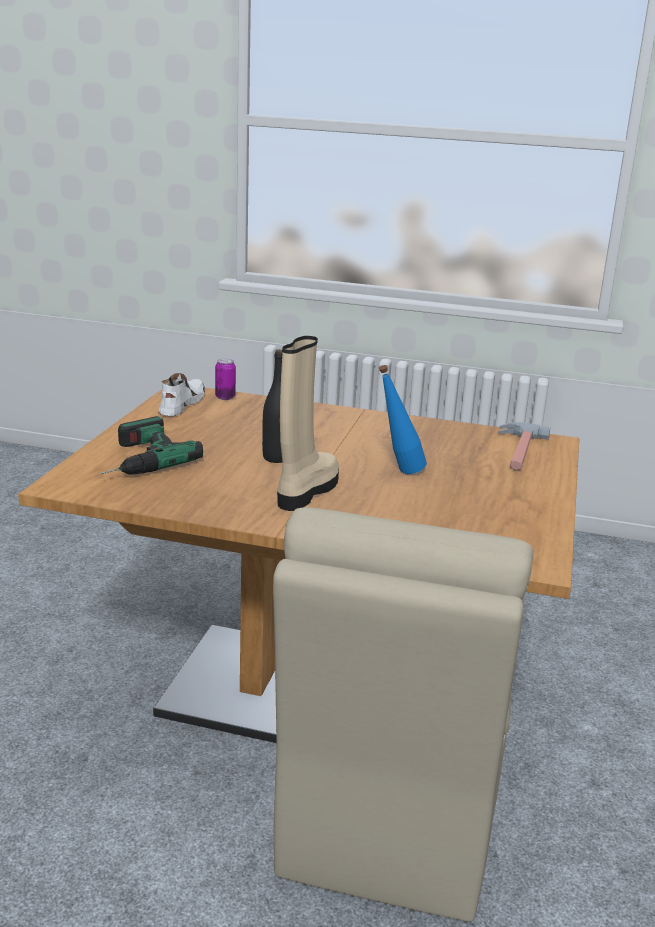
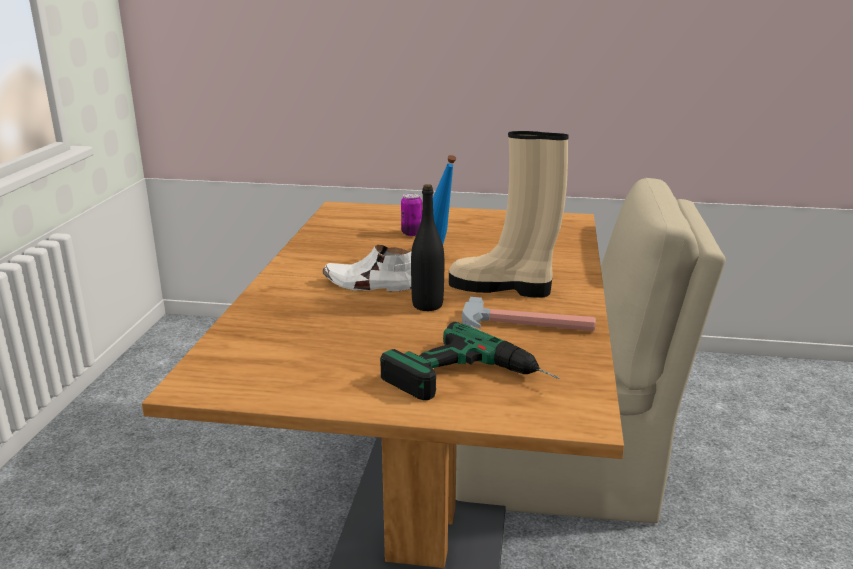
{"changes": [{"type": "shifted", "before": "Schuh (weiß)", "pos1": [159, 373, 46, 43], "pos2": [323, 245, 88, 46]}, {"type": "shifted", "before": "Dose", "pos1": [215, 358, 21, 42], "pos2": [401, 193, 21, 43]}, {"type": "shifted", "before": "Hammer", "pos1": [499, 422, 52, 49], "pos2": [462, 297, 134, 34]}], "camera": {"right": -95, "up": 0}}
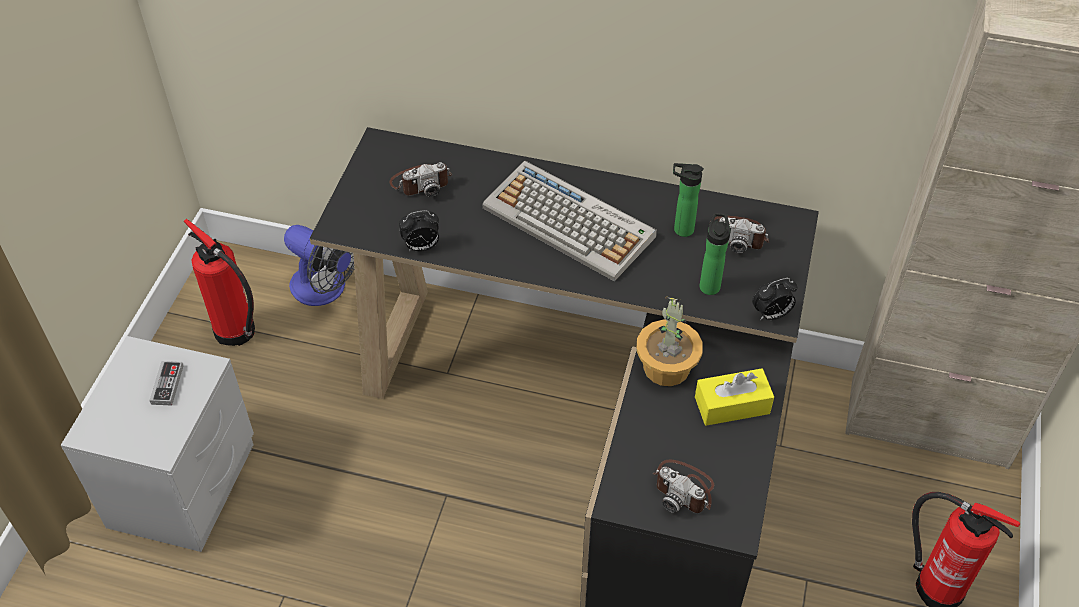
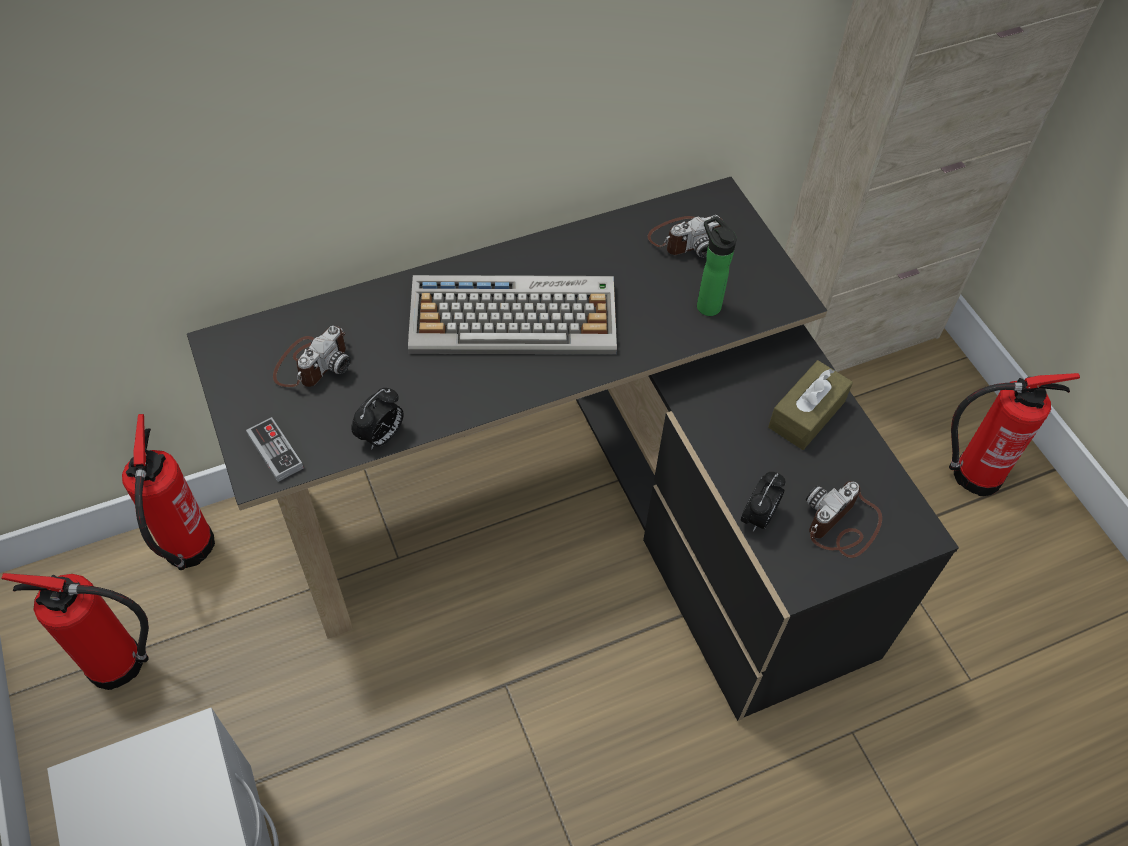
{"changes": [{"type": "shifted", "before": "Gamepad", "pos1": [149, 361, 34, 45], "pos2": [246, 417, 58, 65]}, {"type": "swapped", "before": "Ventilator", "after": "Feuerlöscher", "pos1": [284, 225, 70, 81], "pos2": [122, 414, 93, 156]}, {"type": "gone", "before": "Topfpflanze", "pos1": [636, 296, 67, 90]}, {"type": "rotated", "before": "Kamera", "pos1": [653, 460, 61, 53], "pos2": [806, 481, 76, 77], "turn": 135}, {"type": "gone", "before": "Flasche", "pos1": [673, 163, 31, 74]}, {"type": "repainted", "before": "Taschentuchbox (gelb)", "after": "Taschentuchbox (braun)", "pos1": [695, 368, 79, 58], "pos2": [768, 360, 85, 90]}, {"type": "shifted", "before": "Wecker", "pos1": [752, 278, 45, 42], "pos2": [741, 472, 45, 60]}], "camera": {"right": -40, "up": 5}}
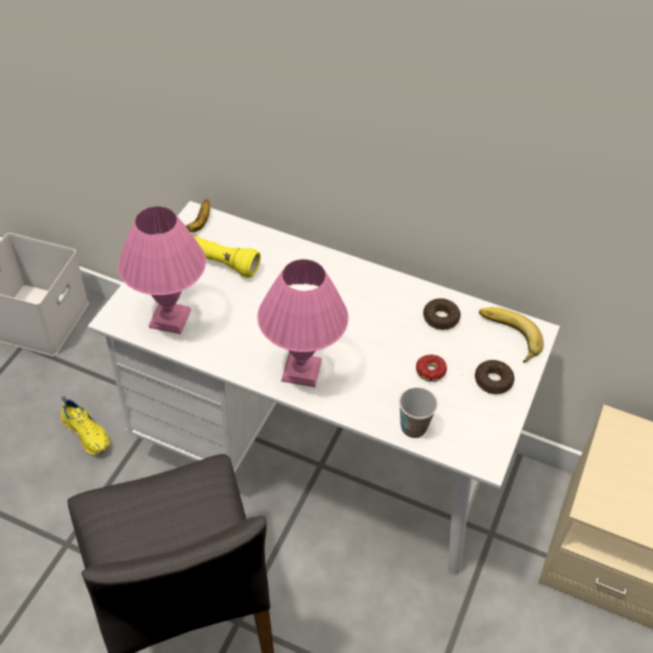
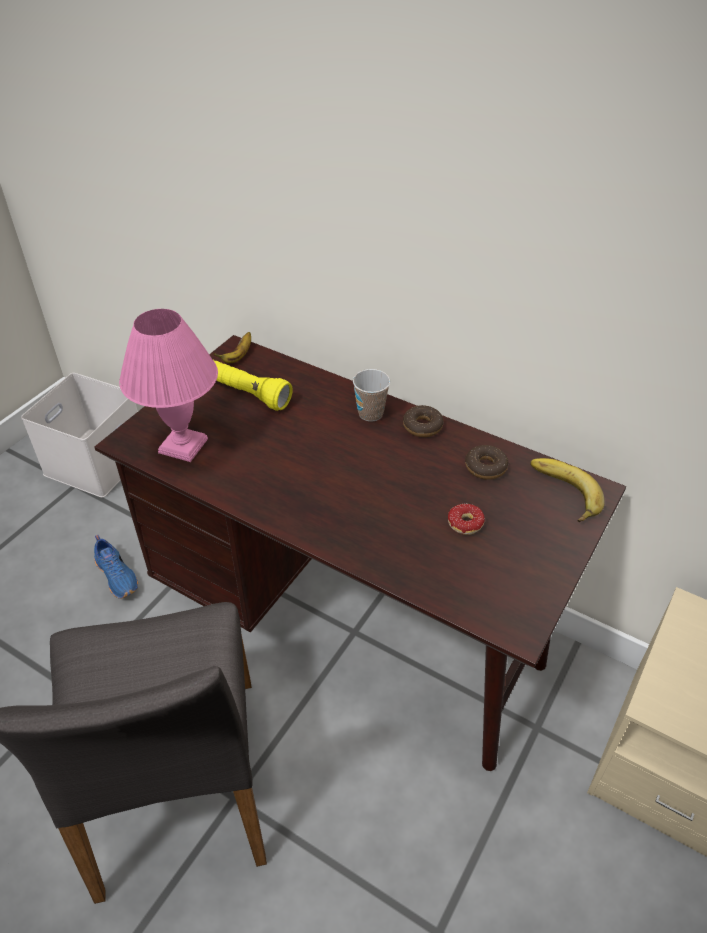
{"changes": [{"type": "repainted", "before": "Schuh (gelb)", "after": "Schuh (blau)", "pos1": [61, 396, 49, 59], "pos2": [94, 535, 44, 64]}, {"type": "repainted", "before": "Schreibtisch (weiß)", "after": "Schreibtisch (braun)", "pos1": [88, 201, 472, 373], "pos2": [95, 335, 531, 436]}, {"type": "gone", "before": "Tischlampe (rosa)", "pos1": [257, 259, 91, 128]}, {"type": "shifted", "before": "Tasse", "pos1": [399, 387, 39, 51], "pos2": [353, 369, 37, 52]}, {"type": "shifted", "before": "Donut", "pos1": [475, 360, 39, 34], "pos2": [403, 405, 41, 32]}], "camera": {"right": 10, "up": -5}}
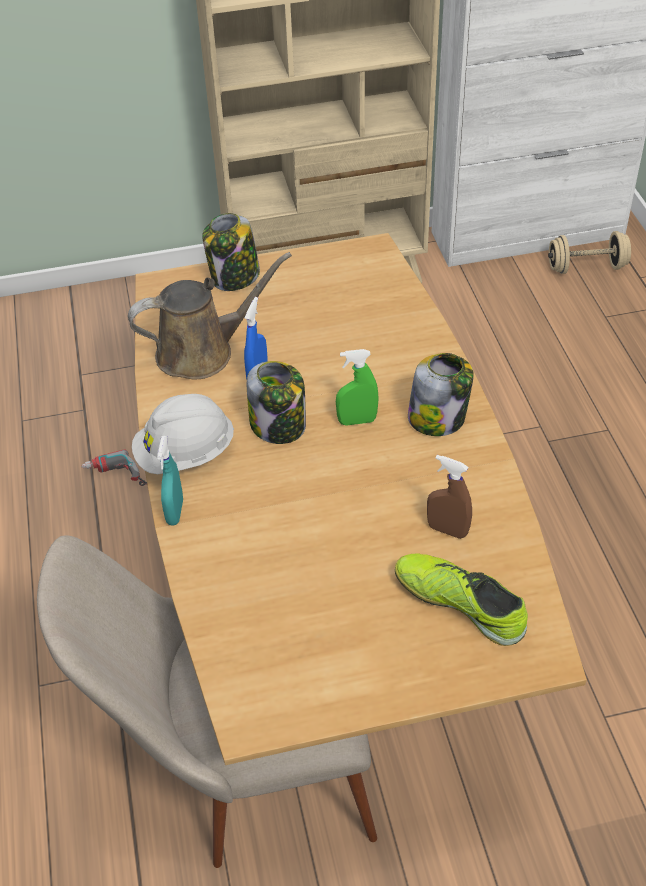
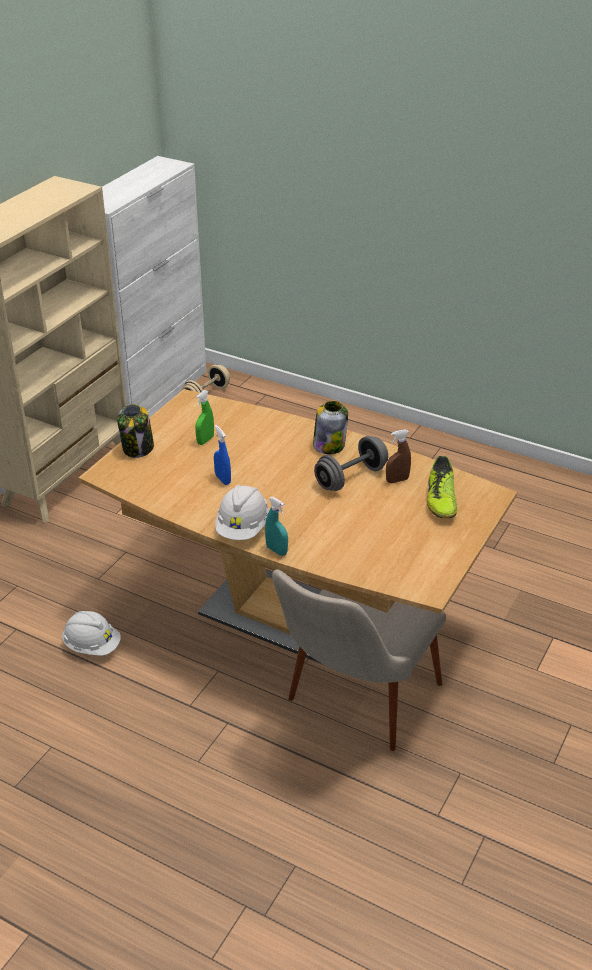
{"changes": [{"type": "swapped", "before": "Bohrmaschine", "after": "Schutzhelm (weiß)", "pos1": [81, 449, 66, 37], "pos2": [62, 611, 59, 45]}, {"type": "gone", "before": "Gießkanne (braun)", "pos1": [128, 252, 164, 127]}, {"type": "gone", "before": "Vorratsglas", "pos1": [247, 361, 59, 83]}, {"type": "shifted", "before": "Sprühflasche (grün)", "pos1": [336, 349, 43, 77], "pos2": [195, 390, 19, 55]}, {"type": "rotated", "before": "Schuh", "pos1": [395, 554, 133, 92], "pos2": [427, 456, 30, 63], "turn": -75}, {"type": "new", "after": "Hantel (grau)", "pos2": [314, 436, 74, 55]}], "camera": {"right": -50, "up": -10}}
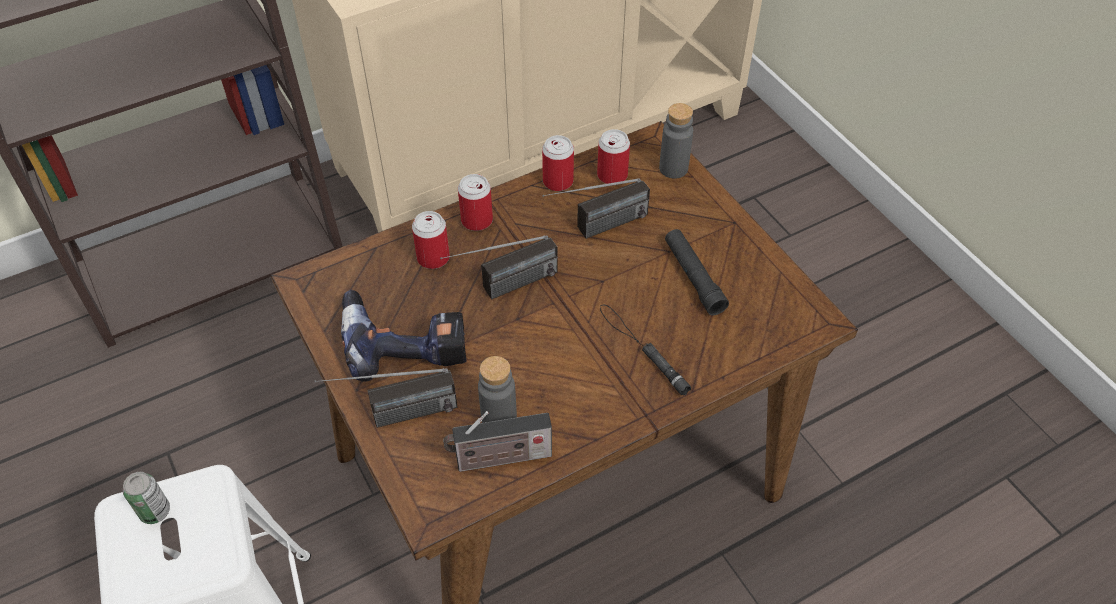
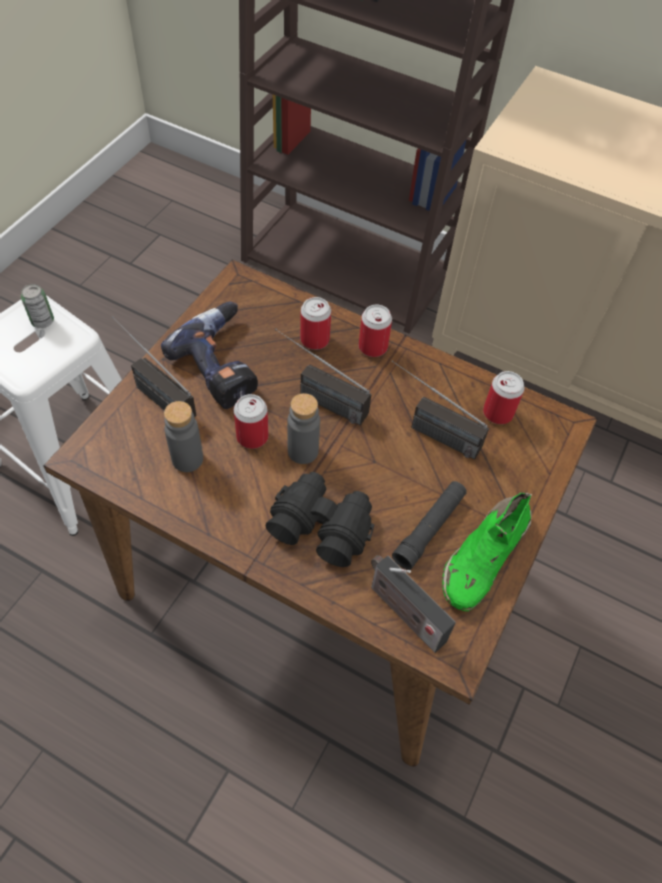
{"changes": [{"type": "shifted", "before": "Radio", "pos1": [443, 411, 109, 61], "pos2": [371, 555, 85, 98]}, {"type": "shifted", "before": "Dose", "pos1": [542, 135, 32, 56], "pos2": [234, 394, 35, 55]}, {"type": "swapped", "before": "Taschenlampe (schwarz)", "after": "Fernglas (schwarz)", "pos1": [600, 305, 91, 91], "pos2": [266, 472, 108, 95]}, {"type": "shifted", "before": "Flasche (grau)", "pos1": [659, 103, 34, 76], "pos2": [287, 393, 33, 71]}, {"type": "new", "after": "Schuh (grün)", "pos2": [442, 492, 90, 119]}], "camera": {"right": 55, "up": 5}}
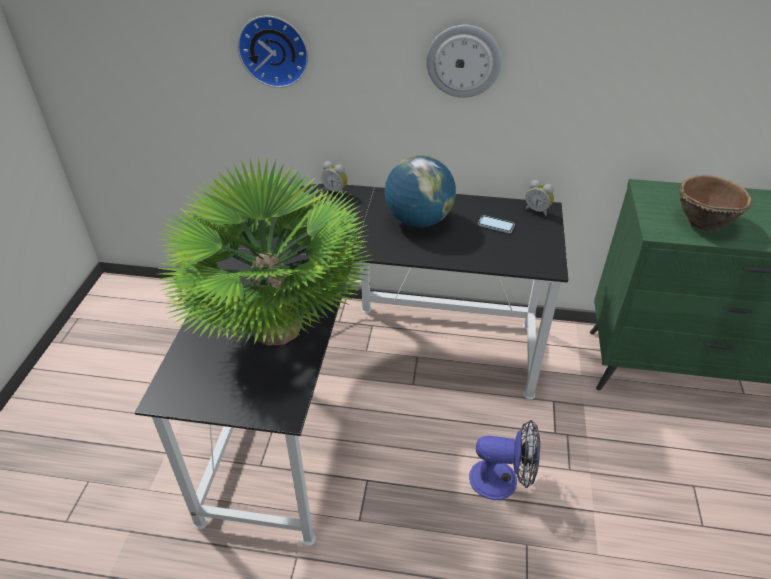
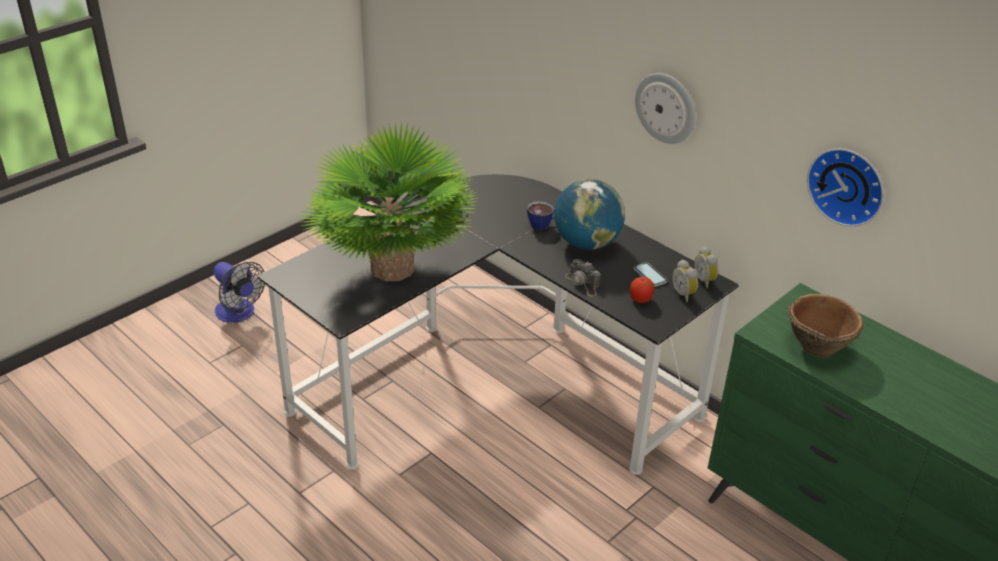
{"changes": [{"type": "shifted", "before": "Wanduhr", "pos1": [238, 16, 70, 72], "pos2": [807, 148, 77, 79]}, {"type": "shifted", "before": "Wecker", "pos1": [321, 161, 27, 34], "pos2": [672, 260, 26, 42]}, {"type": "shifted", "before": "Ventilator", "pos1": [469, 420, 71, 80], "pos2": [213, 262, 52, 61]}, {"type": "new", "after": "Tasse", "pos2": [527, 201, 28, 29]}, {"type": "new", "after": "Kamera", "pos2": [565, 259, 36, 38]}, {"type": "new", "after": "Apfel", "pos2": [630, 277, 24, 26]}], "camera": {"right": 35, "up": -5}}
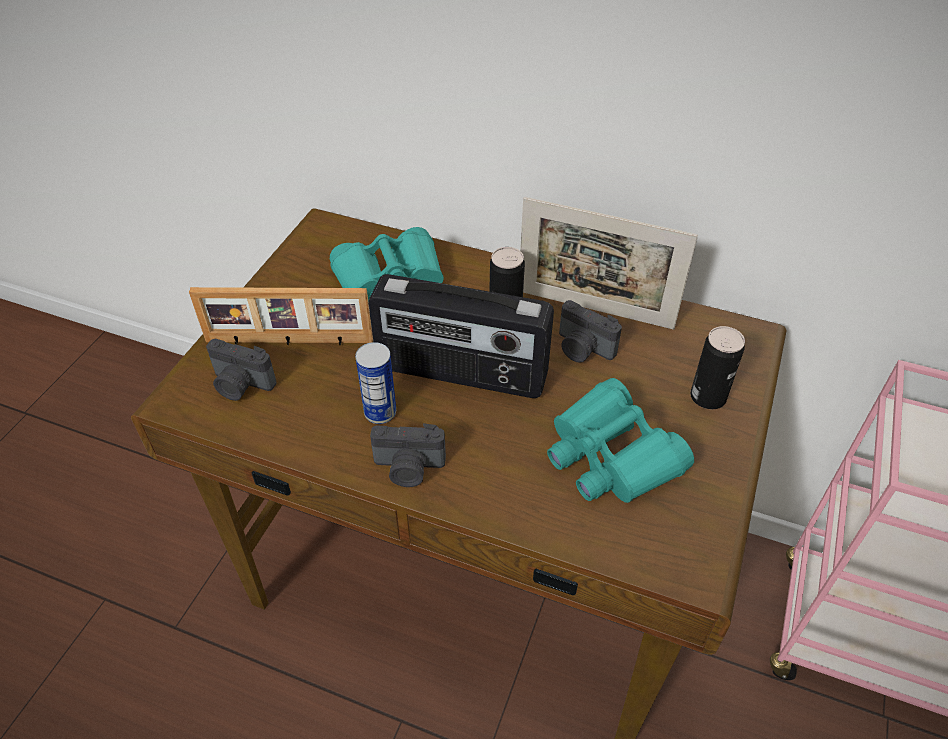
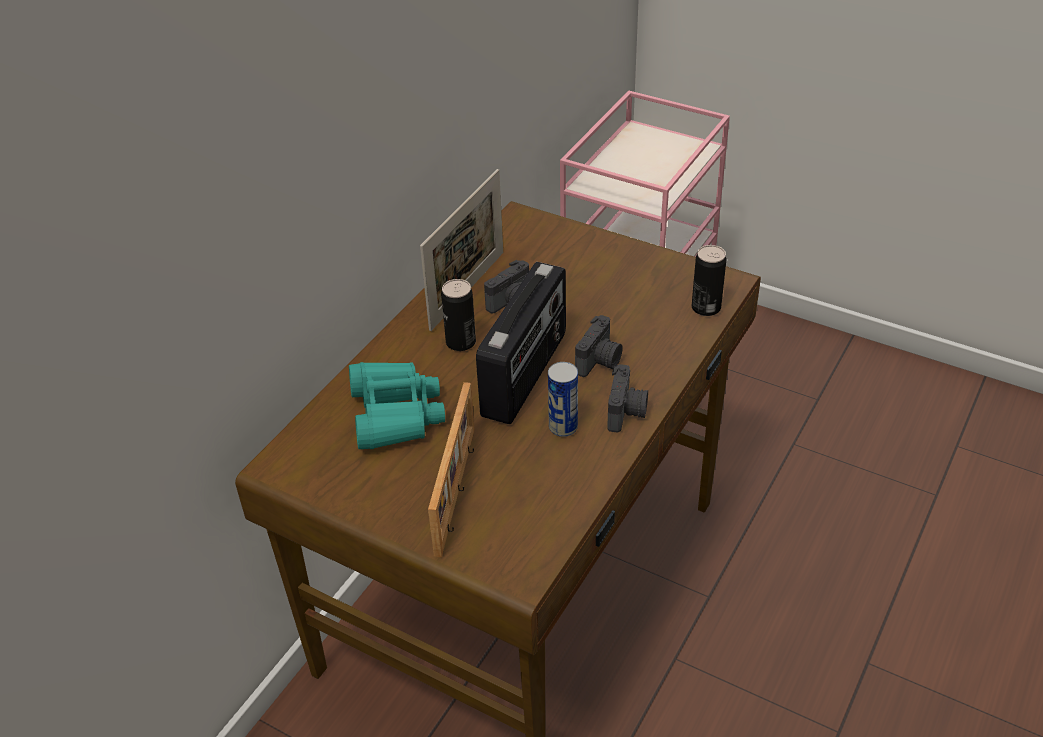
{"changes": [{"type": "shifted", "before": "Kamera", "pos1": [206, 339, 71, 62], "pos2": [575, 315, 48, 62]}, {"type": "gone", "before": "Fernglas (türkis)", "pos1": [547, 378, 147, 125]}, {"type": "shifted", "before": "Dose", "pos1": [690, 326, 55, 83], "pos2": [692, 245, 35, 71]}], "camera": {"right": -80, "up": -5}}
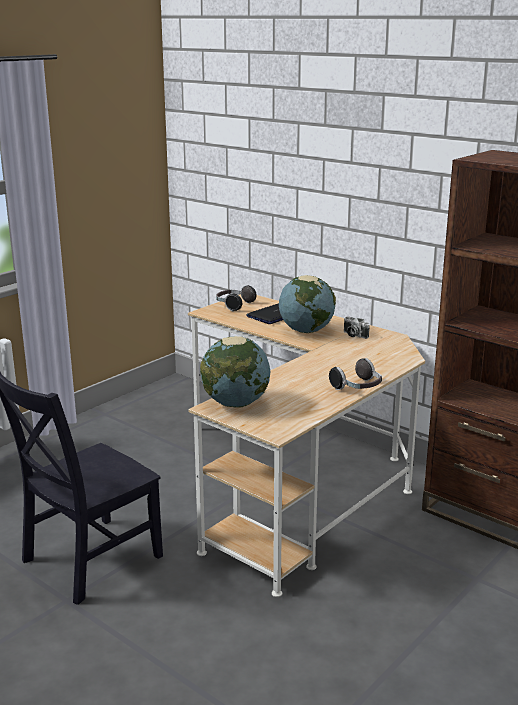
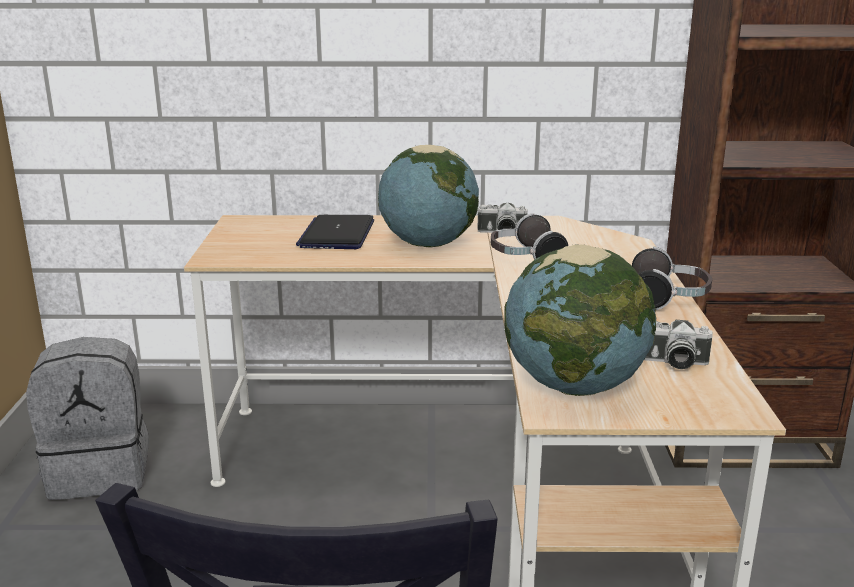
{"changes": [{"type": "shifted", "before": "Kopfhörer", "pos1": [216, 285, 41, 27], "pos2": [491, 213, 77, 47]}, {"type": "new", "after": "Rucksack (grau)", "pos2": [26, 337, 123, 163]}, {"type": "new", "after": "Kamera", "pos2": [644, 320, 69, 49]}], "camera": {"right": -40, "up": 0}}
